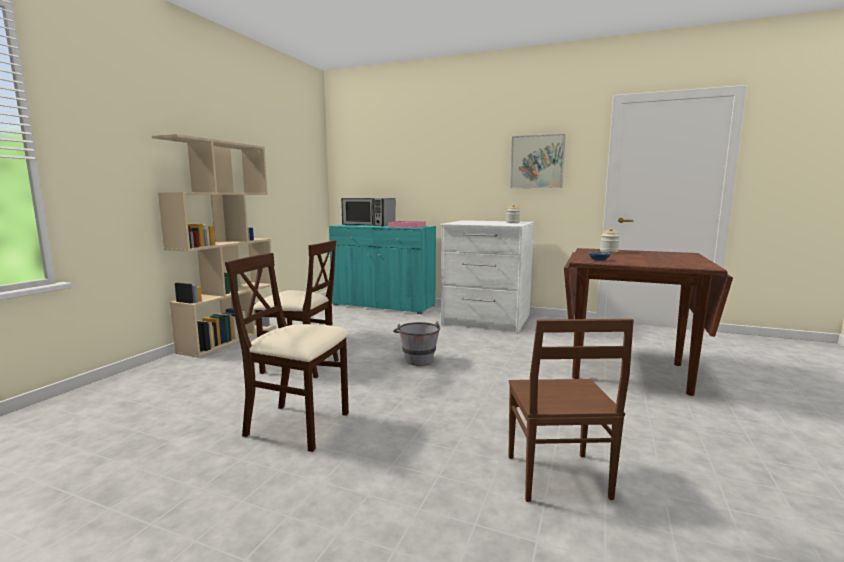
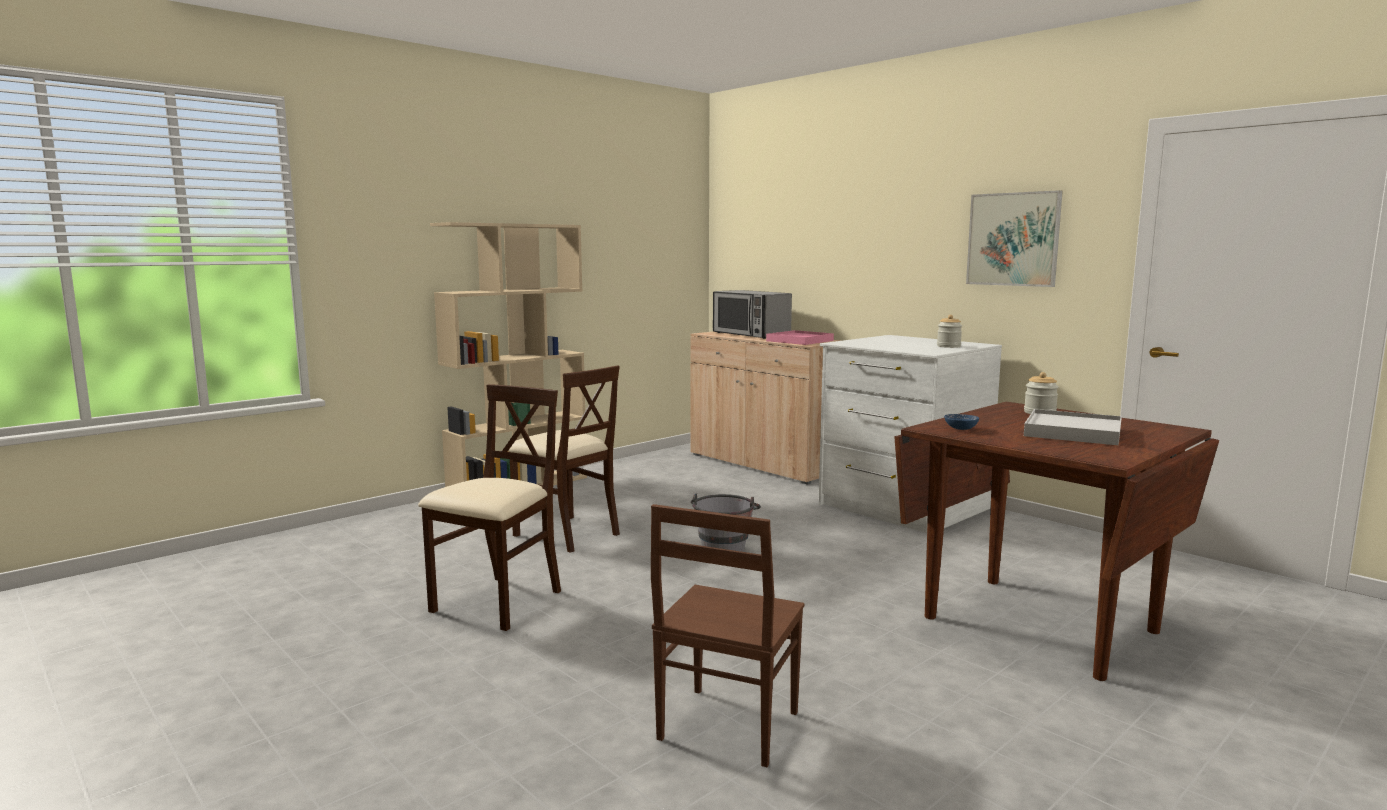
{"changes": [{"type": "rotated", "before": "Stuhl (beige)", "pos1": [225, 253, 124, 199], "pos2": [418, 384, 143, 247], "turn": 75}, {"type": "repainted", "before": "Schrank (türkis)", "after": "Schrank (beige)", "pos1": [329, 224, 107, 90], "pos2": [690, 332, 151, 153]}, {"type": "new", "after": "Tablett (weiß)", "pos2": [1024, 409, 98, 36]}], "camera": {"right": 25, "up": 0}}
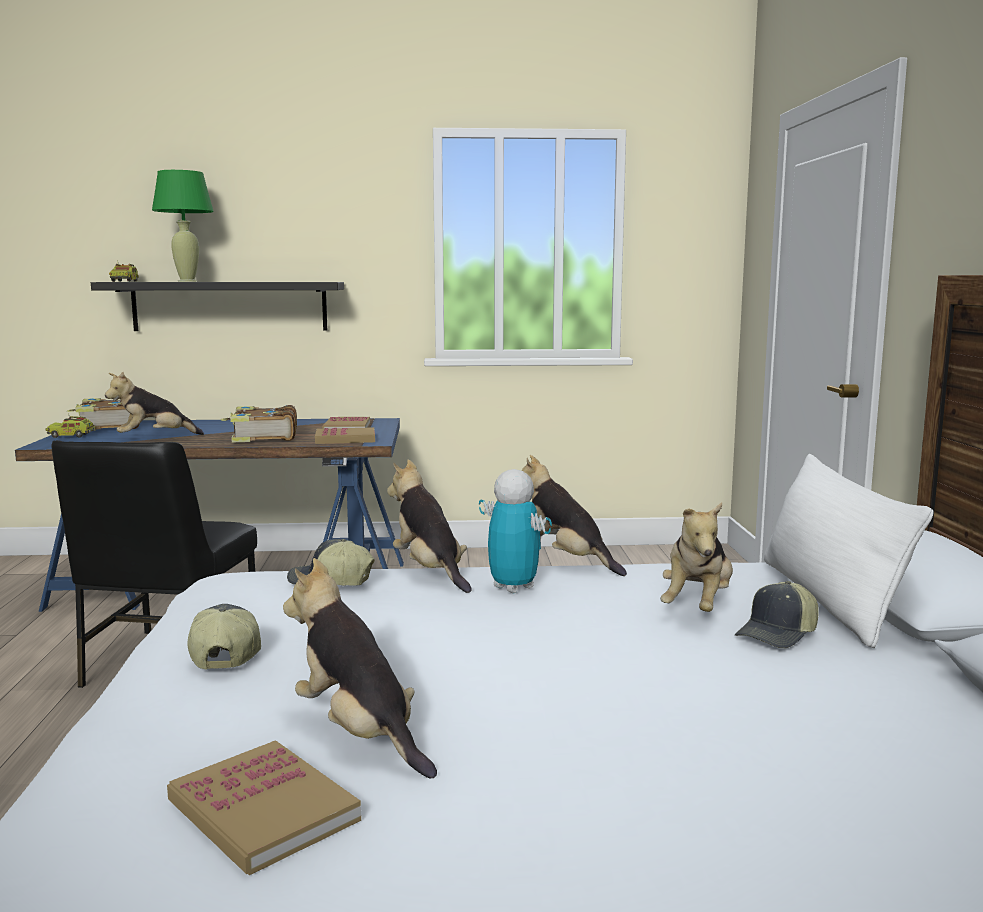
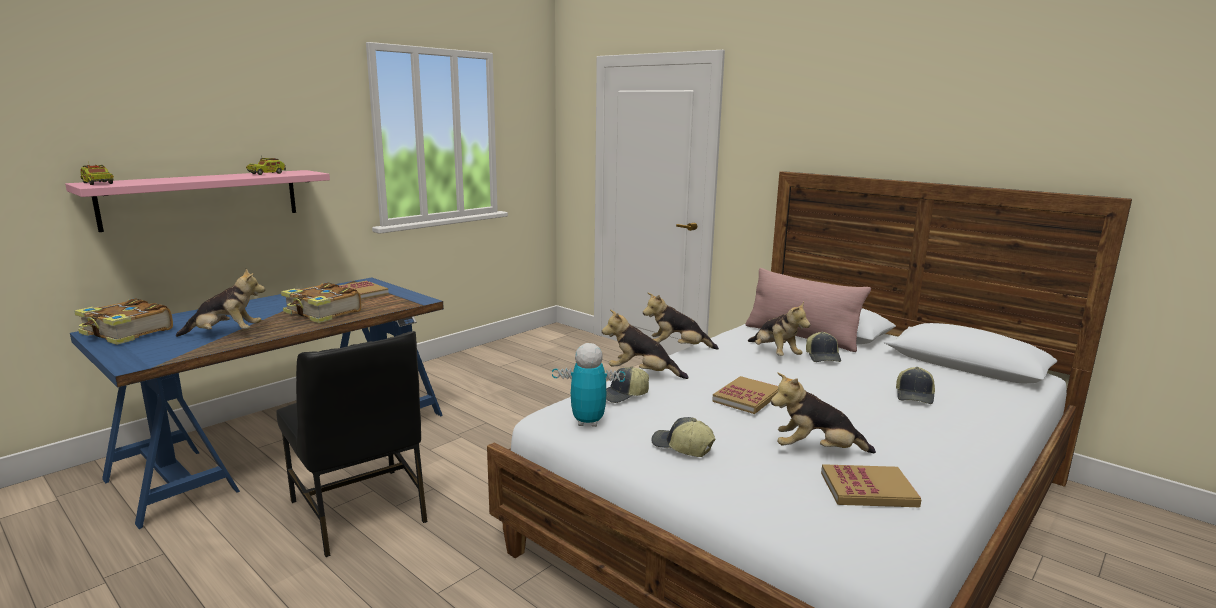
{"changes": [{"type": "shifted", "before": "Spielzeuglaster", "pos1": [45, 416, 50, 22], "pos2": [246, 156, 40, 19]}, {"type": "repainted", "before": "Wandregal (schwarz)", "after": "Wandregal (rosa)", "pos1": [91, 282, 253, 49], "pos2": [65, 170, 265, 62]}, {"type": "rotated", "before": "Plüschtier", "pos1": [105, 372, 99, 63], "pos2": [176, 269, 89, 68], "turn": -120}, {"type": "gone", "before": "Tischlampe (grün)", "pos1": [152, 170, 62, 112]}, {"type": "shifted", "before": "Buch", "pos1": [315, 427, 60, 17], "pos2": [712, 376, 66, 38]}, {"type": "shifted", "before": "Spielzeugroboter", "pos1": [479, 469, 73, 125], "pos2": [552, 343, 73, 84]}, {"type": "repainted", "before": "Kissen (weiß)", "after": "Kissen (rosa)", "pos1": [764, 454, 170, 194], "pos2": [745, 268, 126, 84]}, {"type": "new", "after": "Kappe", "pos2": [896, 367, 39, 37]}], "camera": {"right": -45, "up": 5}}
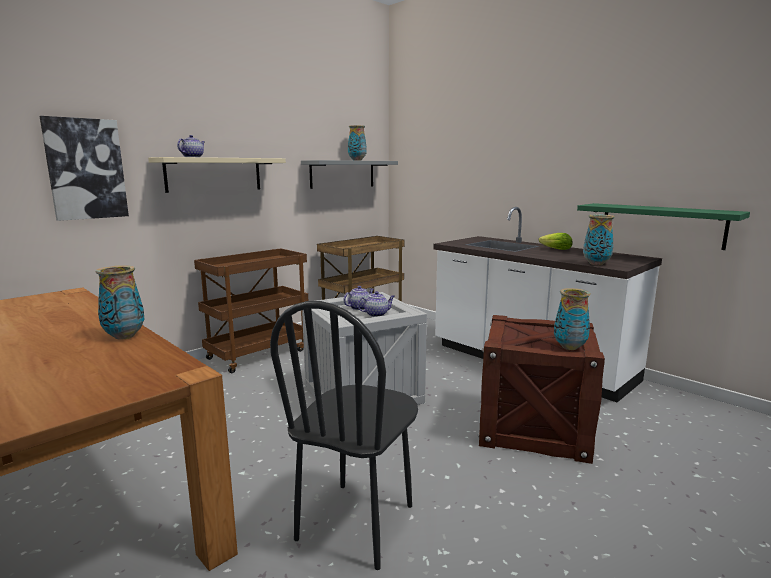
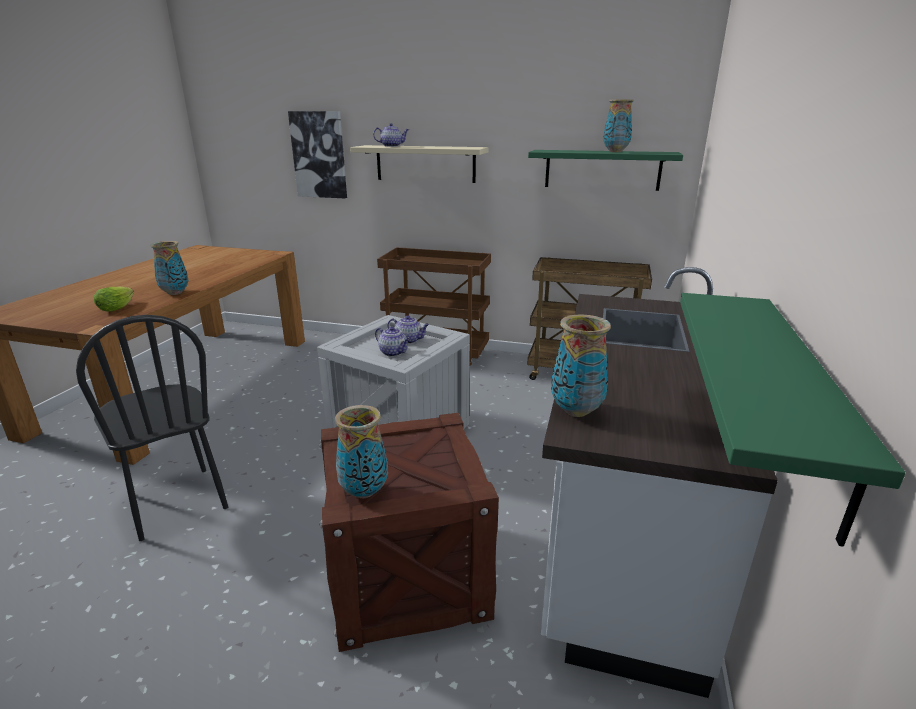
{"changes": [{"type": "rotated", "before": "Stuhl (schwarz)", "pos1": [270, 301, 148, 269], "pos2": [76, 315, 152, 226], "turn": -120}, {"type": "repainted", "before": "Wandregal (grau)", "after": "Wandregal (grün)", "pos1": [301, 160, 97, 29], "pos2": [528, 150, 155, 41]}, {"type": "shifted", "before": "Salatkopf", "pos1": [539, 233, 34, 17], "pos2": [94, 286, 40, 26]}], "camera": {"right": 60, "up": 10}}
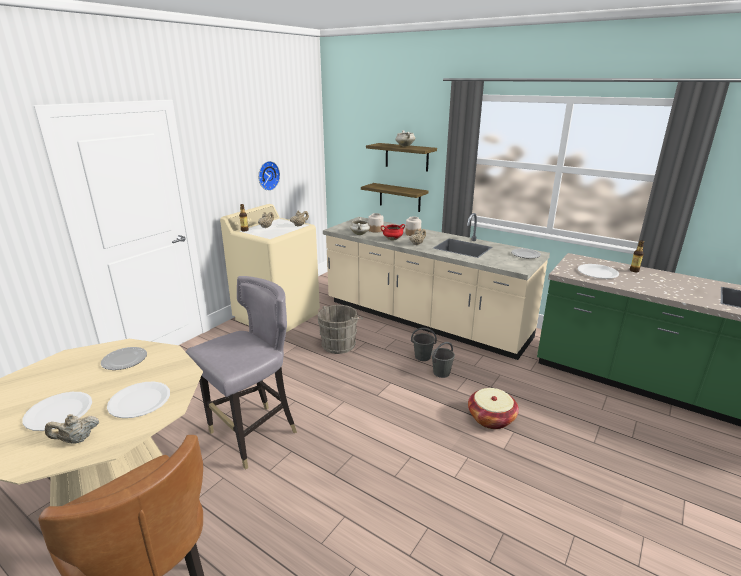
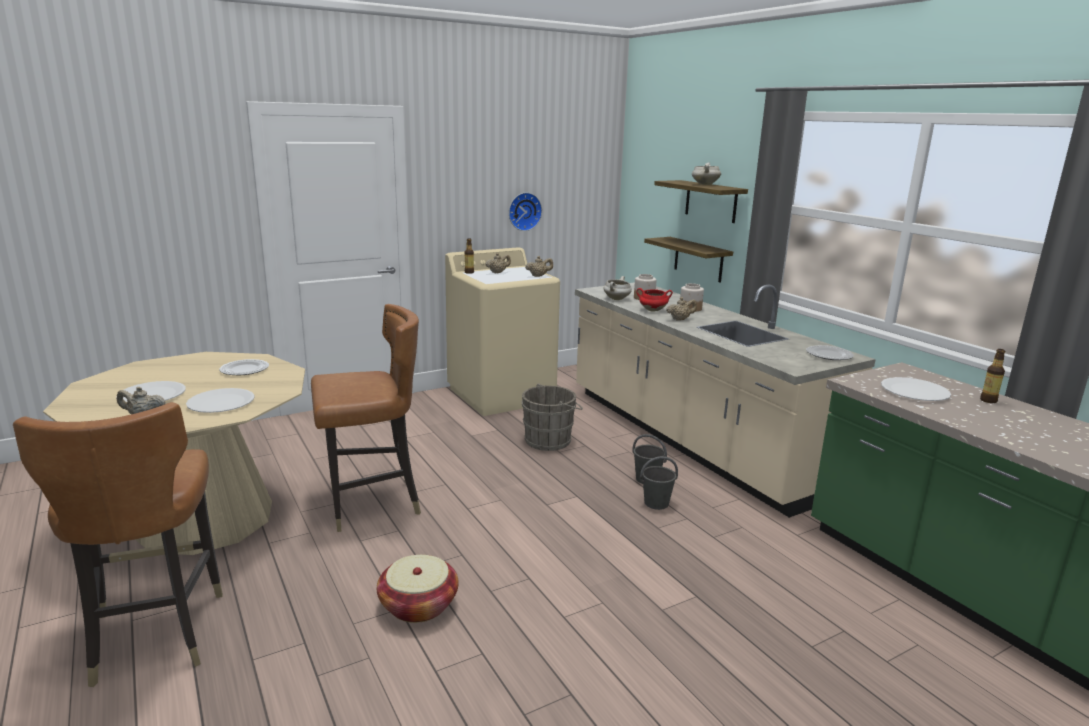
{"changes": [{"type": "repainted", "before": "Stuhl (grau)", "after": "Stuhl (braun)", "pos1": [186, 276, 111, 194], "pos2": [311, 304, 110, 228]}, {"type": "shifted", "before": "Korb", "pos1": [468, 388, 51, 41], "pos2": [377, 555, 82, 68]}], "camera": {"right": 25, "up": -5}}
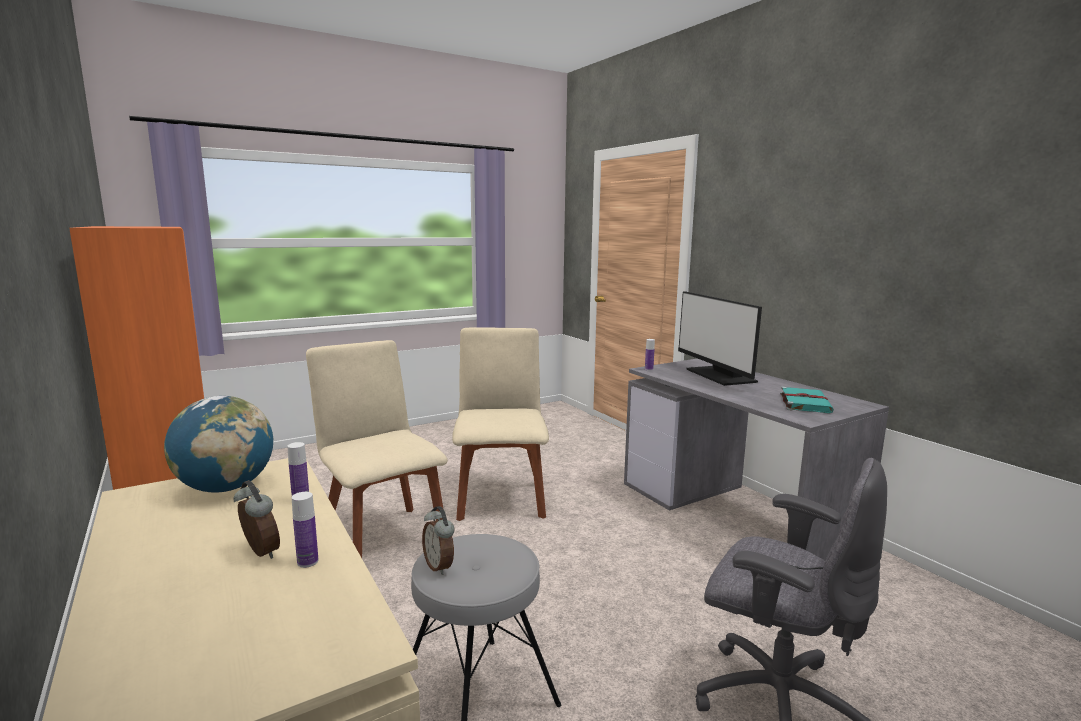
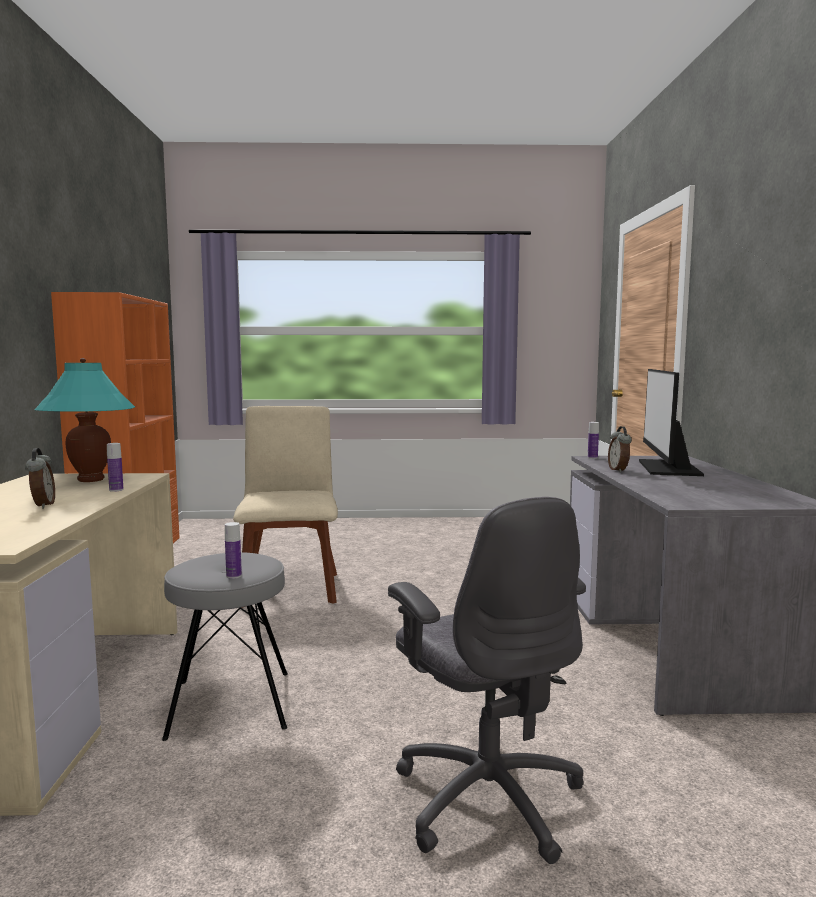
{"changes": [{"type": "swapped", "before": "Globus", "after": "Tischlampe (türkis)", "pos1": [164, 396, 109, 97], "pos2": [34, 358, 101, 124]}, {"type": "shifted", "before": "Flasche", "pos1": [292, 492, 26, 76], "pos2": [225, 522, 17, 57]}, {"type": "shifted", "before": "Wecker", "pos1": [422, 506, 32, 69], "pos2": [608, 426, 24, 47]}, {"type": "gone", "before": "Stuhl (beige)", "pos1": [452, 327, 97, 194]}, {"type": "gone", "before": "Buch (türkis)", "pos1": [780, 387, 54, 26]}], "camera": {"right": 30, "up": -5}}
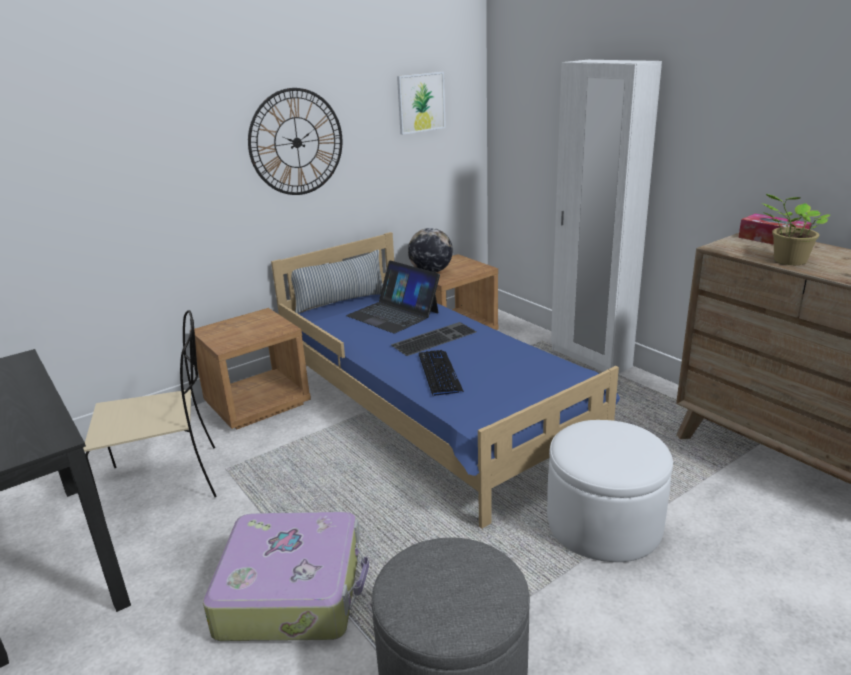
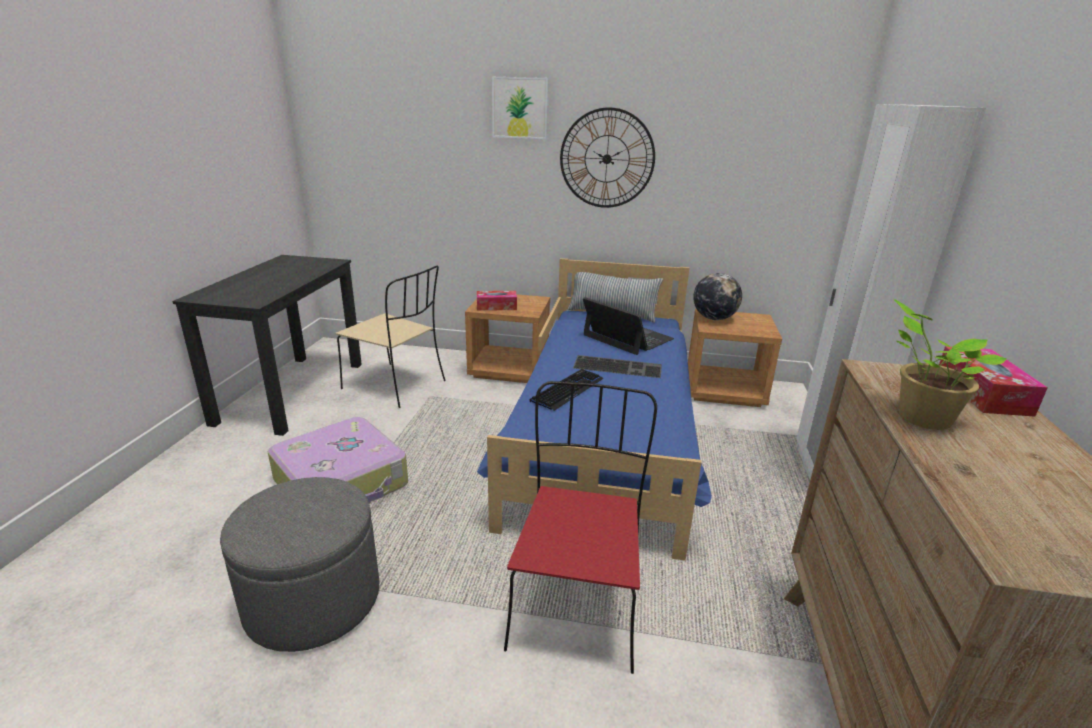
{"changes": [{"type": "rotated", "before": "Laptop", "pos1": [346, 260, 94, 73], "pos2": [583, 297, 91, 58], "turn": 135}, {"type": "shifted", "before": "Bild", "pos1": [397, 72, 49, 63], "pos2": [492, 77, 56, 62]}, {"type": "swapped", "before": "Polsterhocker (weiß)", "after": "Stuhl (rot)", "pos1": [547, 420, 126, 142], "pos2": [504, 381, 153, 293]}, {"type": "new", "after": "Taschentuchbox", "pos2": [477, 291, 40, 20]}], "camera": {"right": 45, "up": 0}}
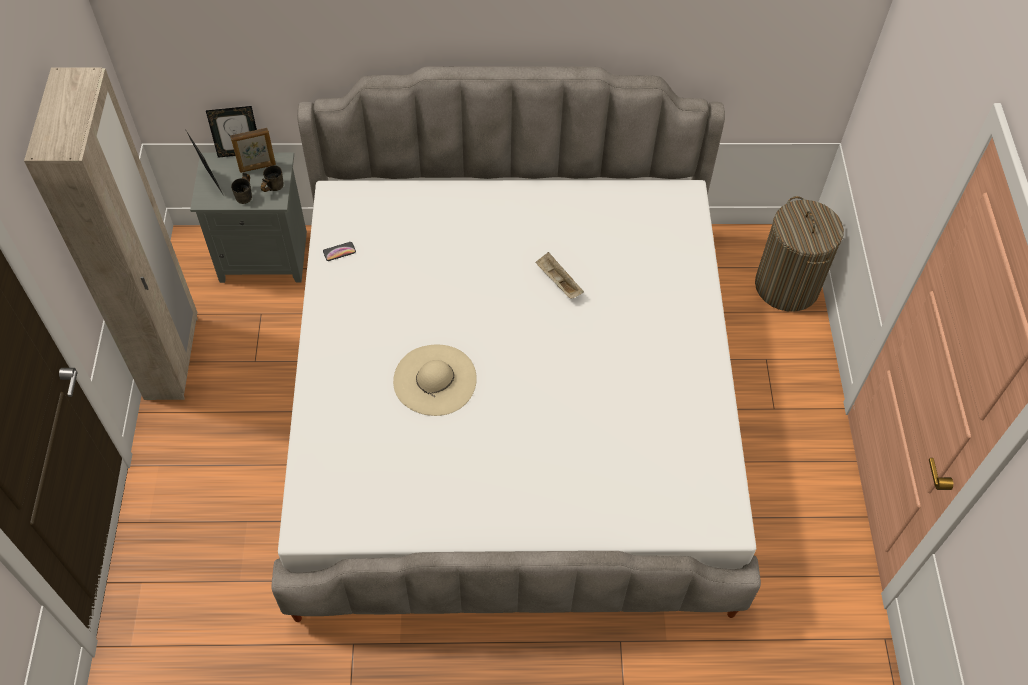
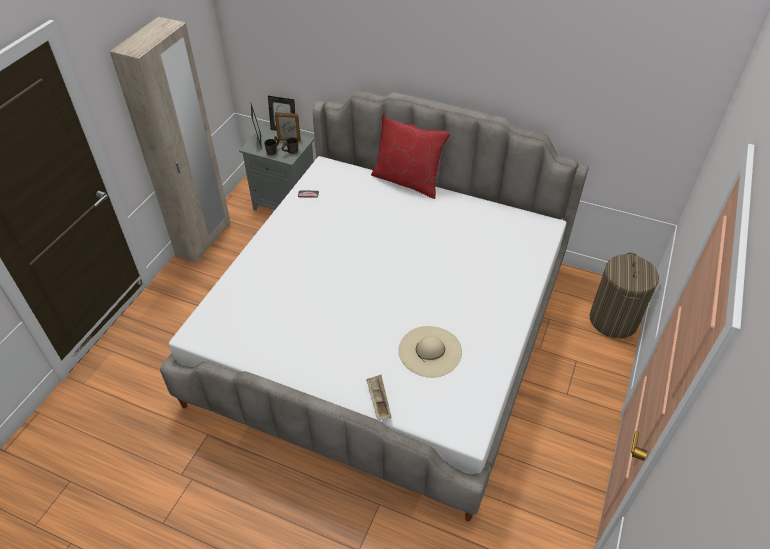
{"changes": [{"type": "shifted", "before": "Hut (beige)", "pos1": [393, 345, 84, 71], "pos2": [398, 326, 64, 52]}, {"type": "shifted", "before": "Tablett (beige)", "pos1": [535, 252, 49, 47], "pos2": [367, 375, 24, 45]}, {"type": "new", "after": "Kissen (rot)", "pos2": [371, 114, 79, 85]}], "camera": {"right": 25, "up": -10}}
